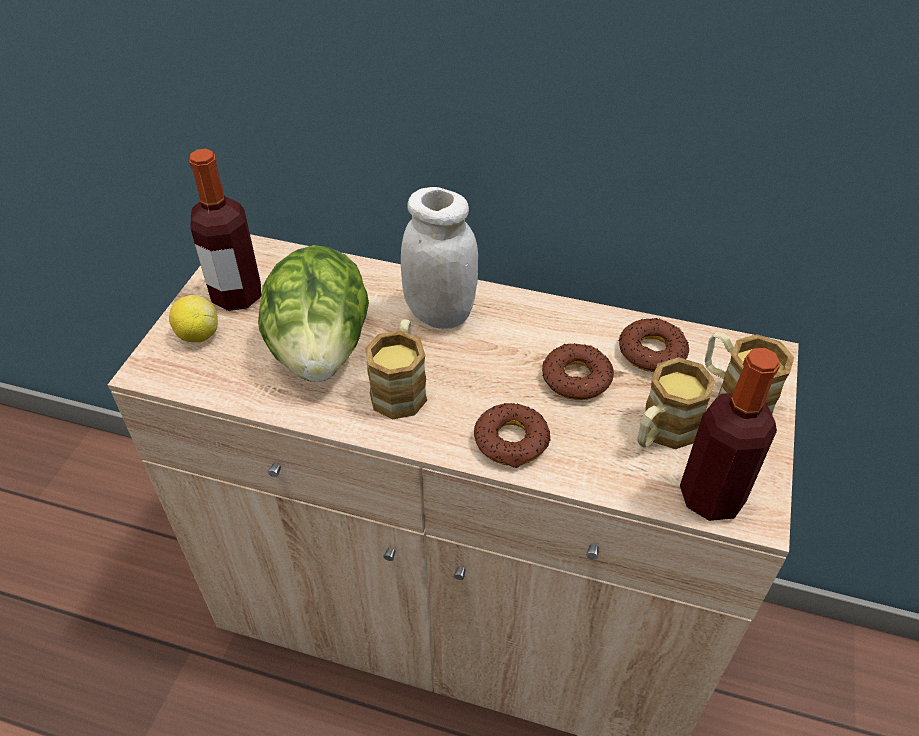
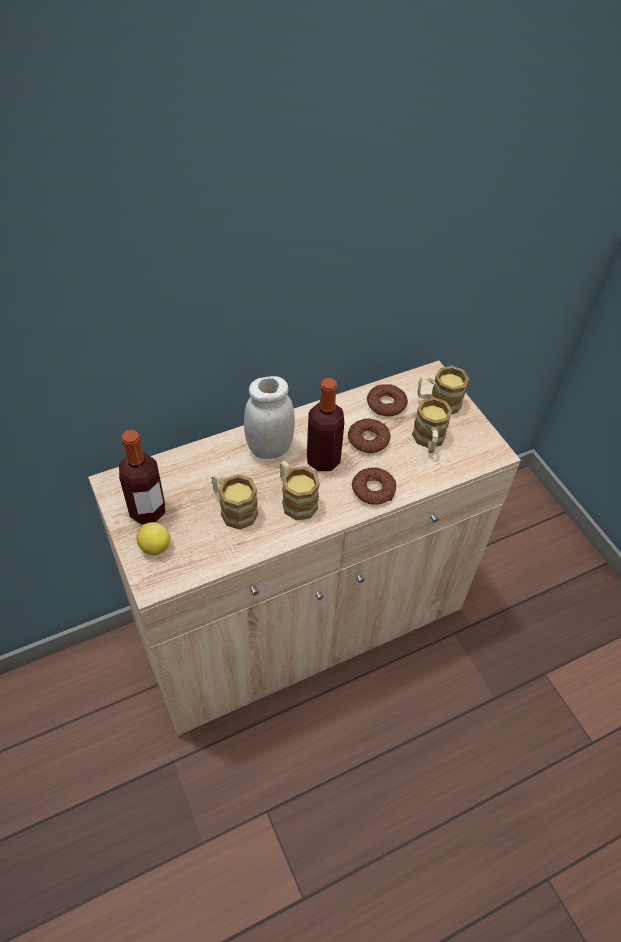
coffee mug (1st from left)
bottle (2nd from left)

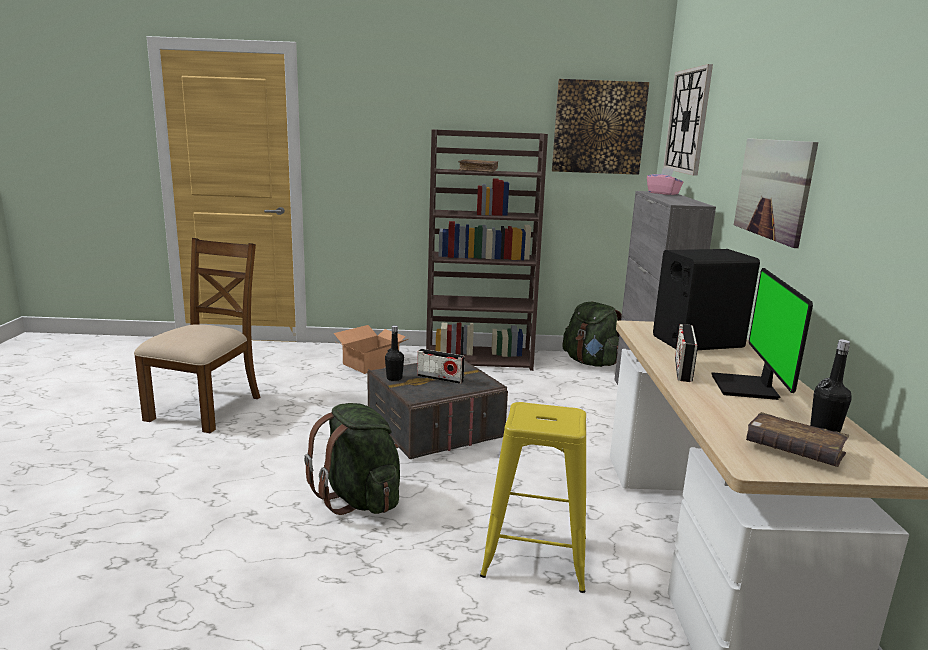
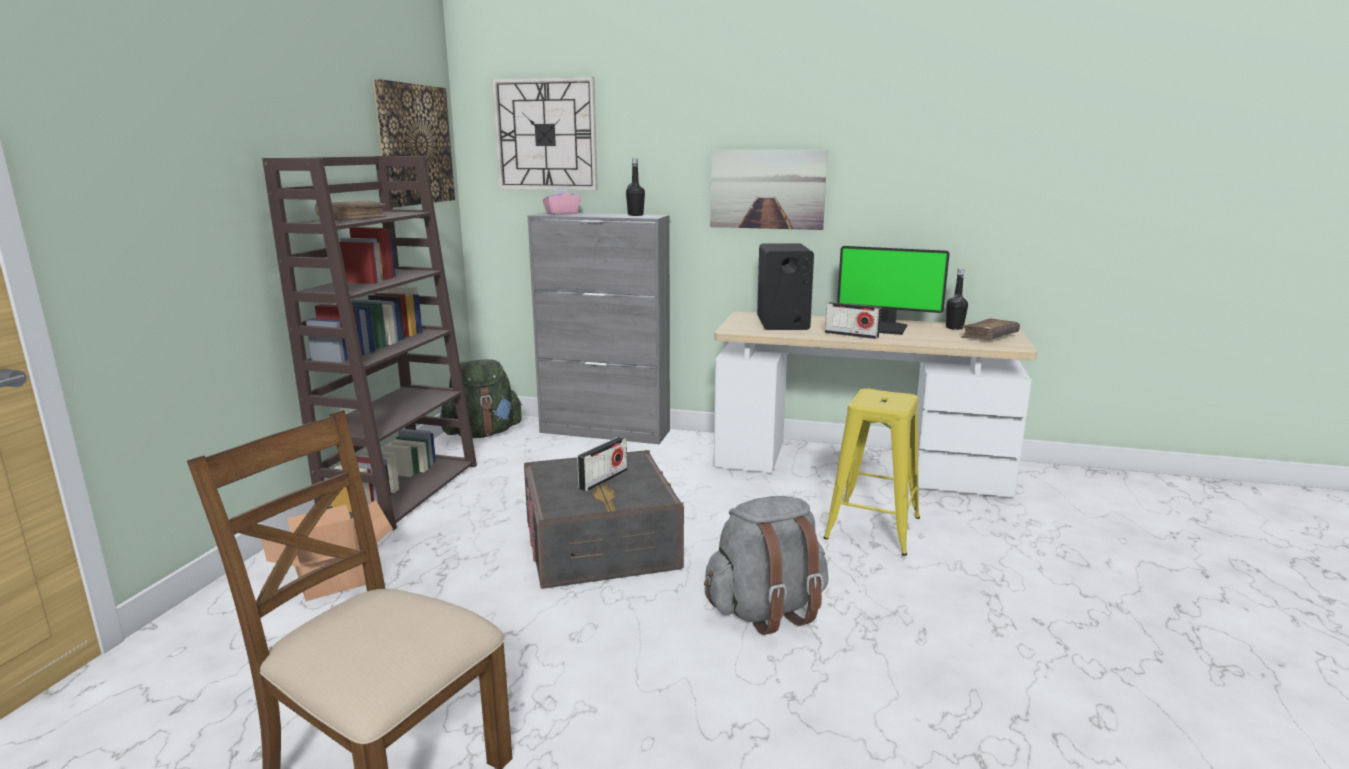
knapsack (gray)
bottle (blackish) (1st from left)

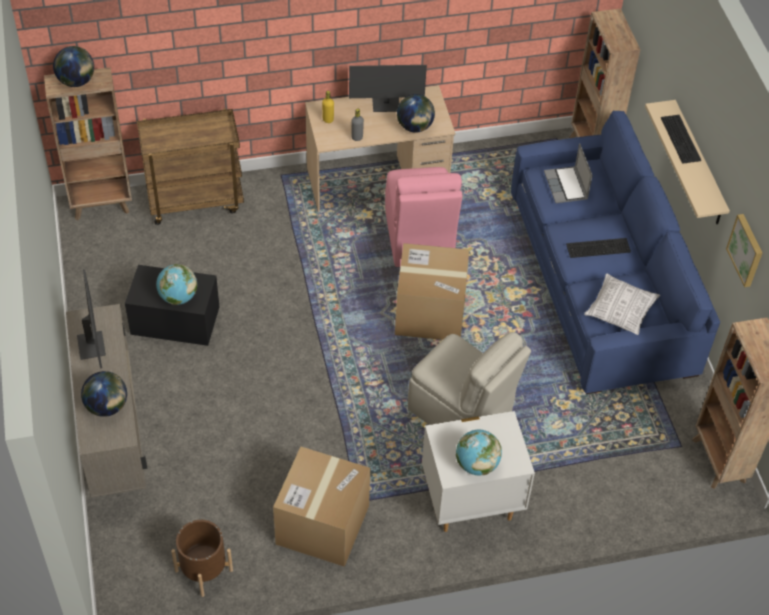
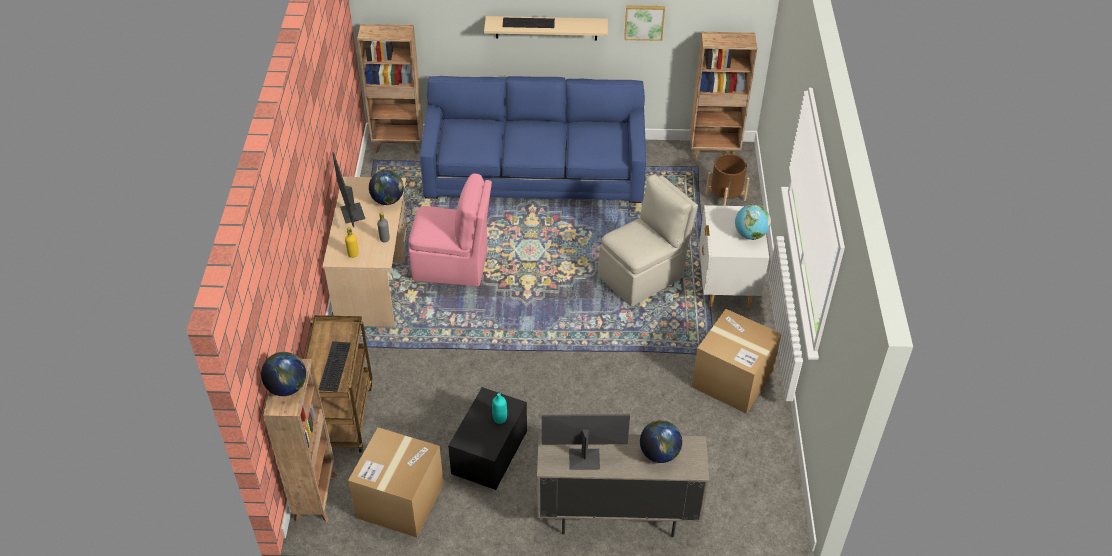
bottle (turquoise)
planter (brown-coloured)
monitor (1st from left)
packing box (1st from left)
notebook computer
keyboard (1st from left)
throw pillow

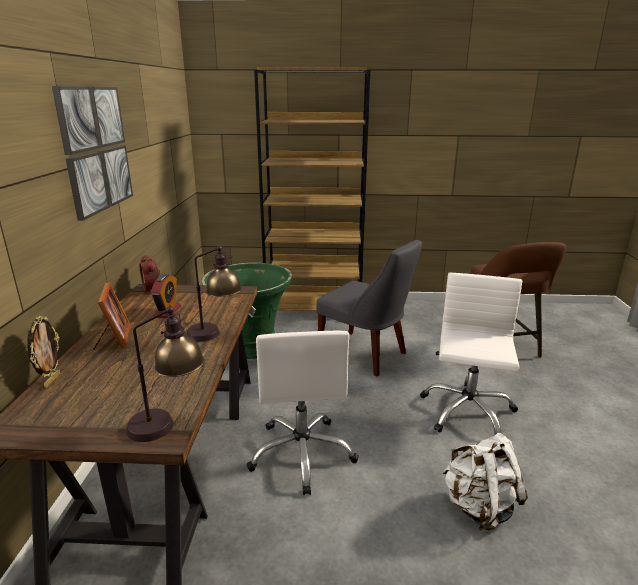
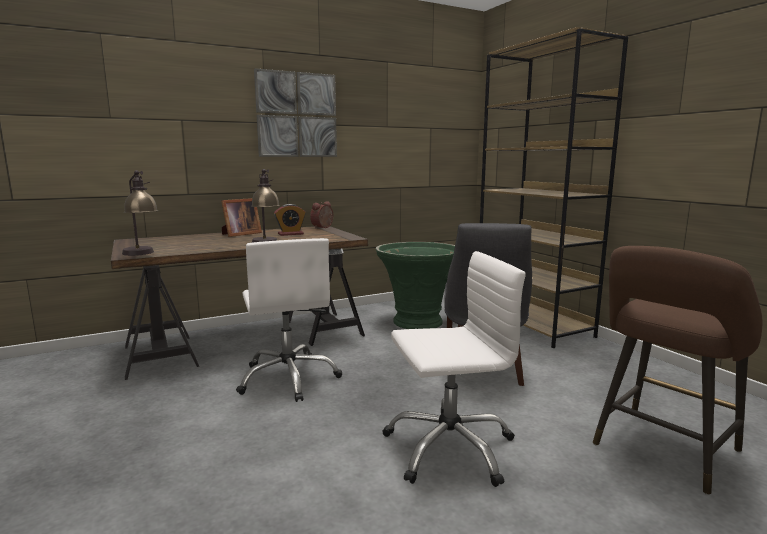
photo frame (1st from left in the first image)
computer chair (white) (1st from left)
knapsack (white)

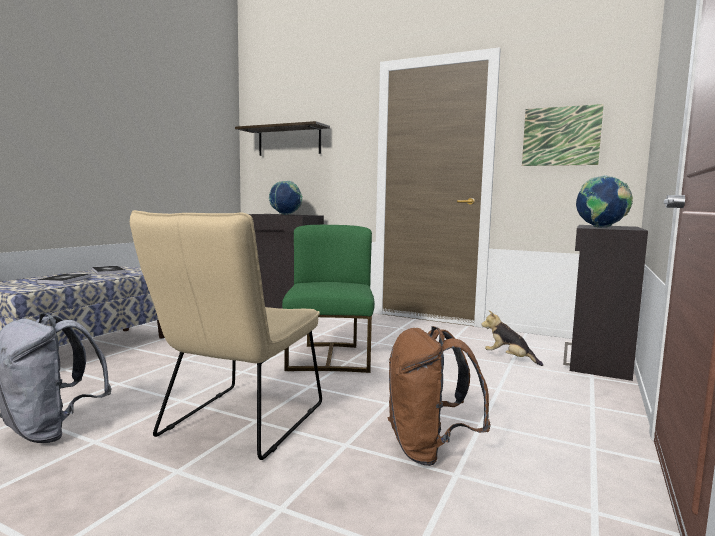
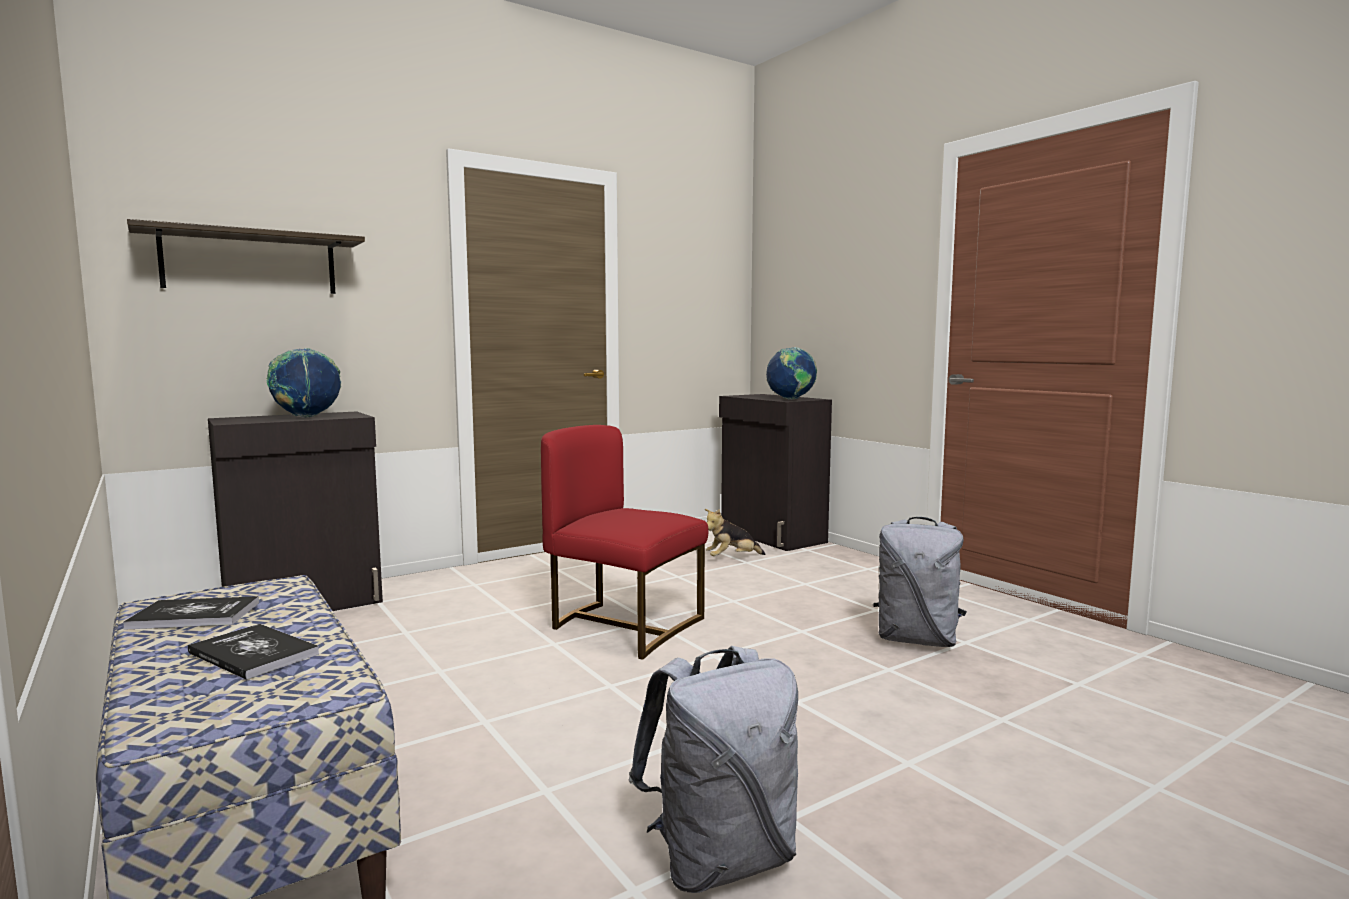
chair (beige-coloured)
chair (reddish)
knapsack (gray) (2nd from left)
picture

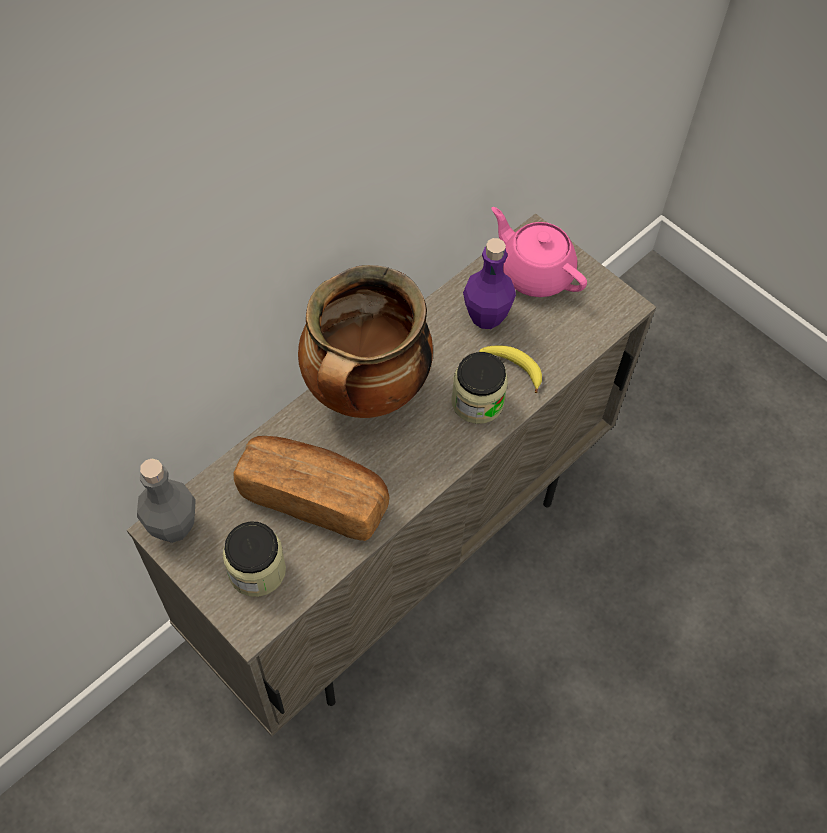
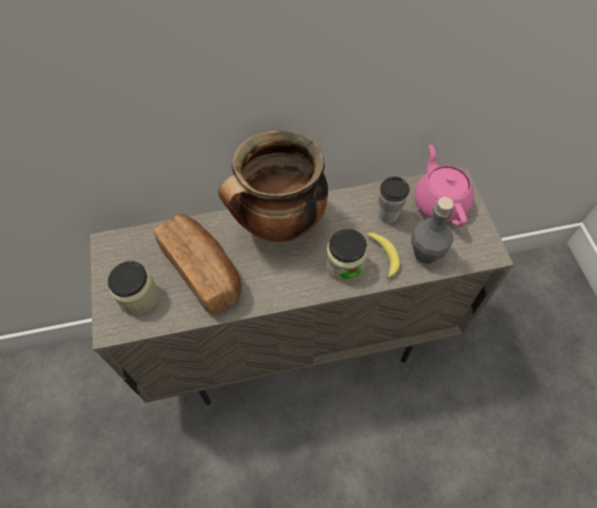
bottle (gray)
cup

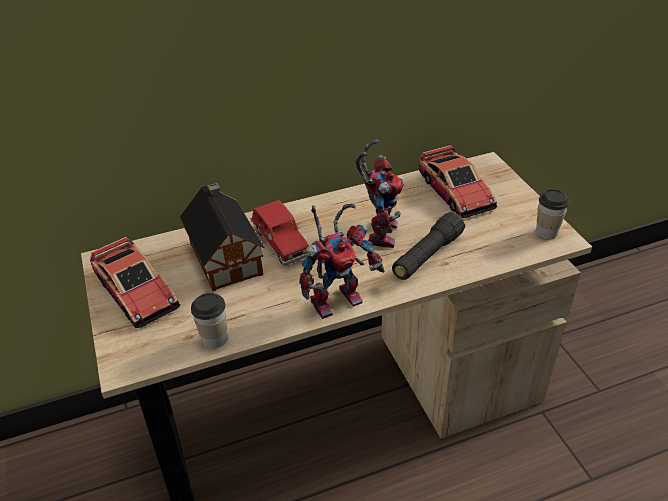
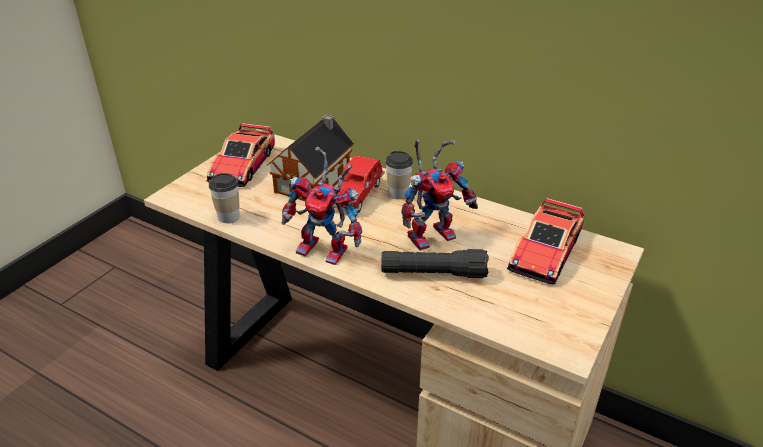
cup (2nd from left)

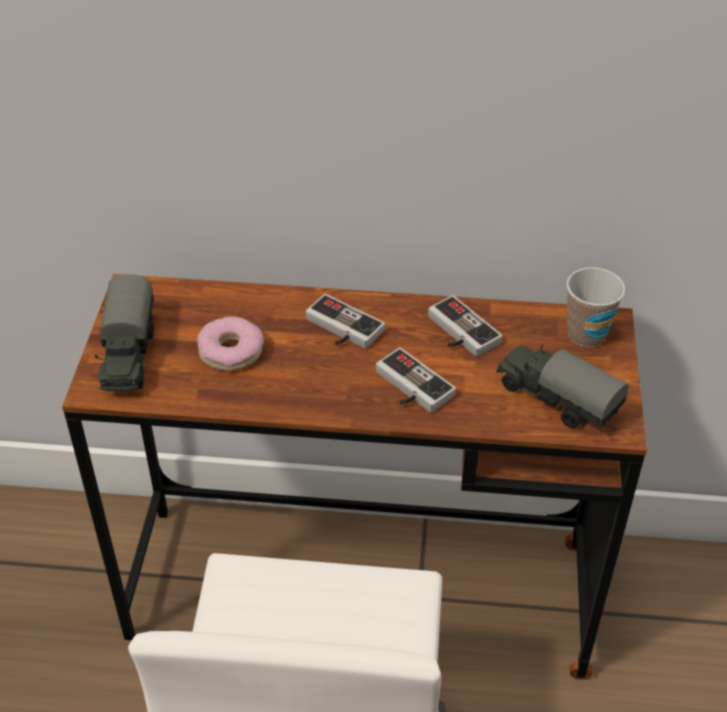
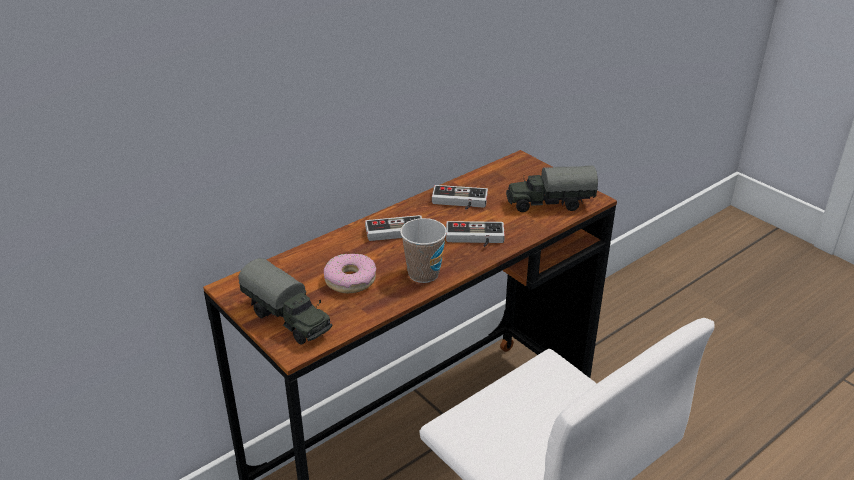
cup

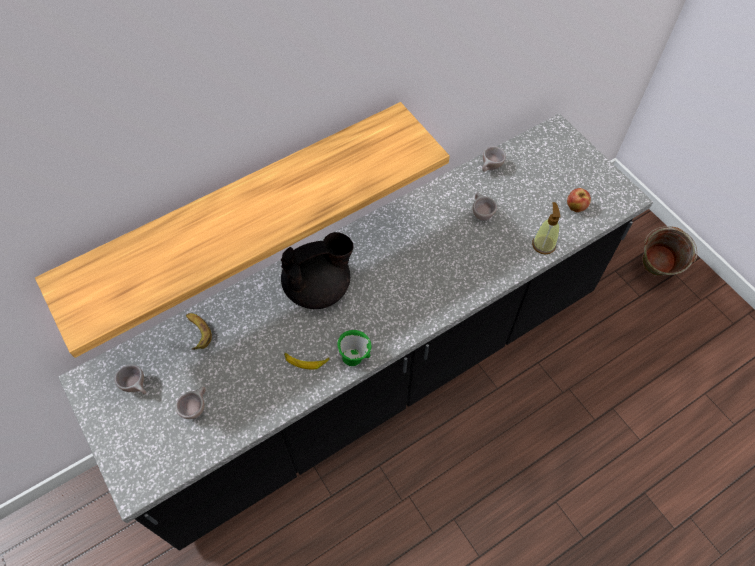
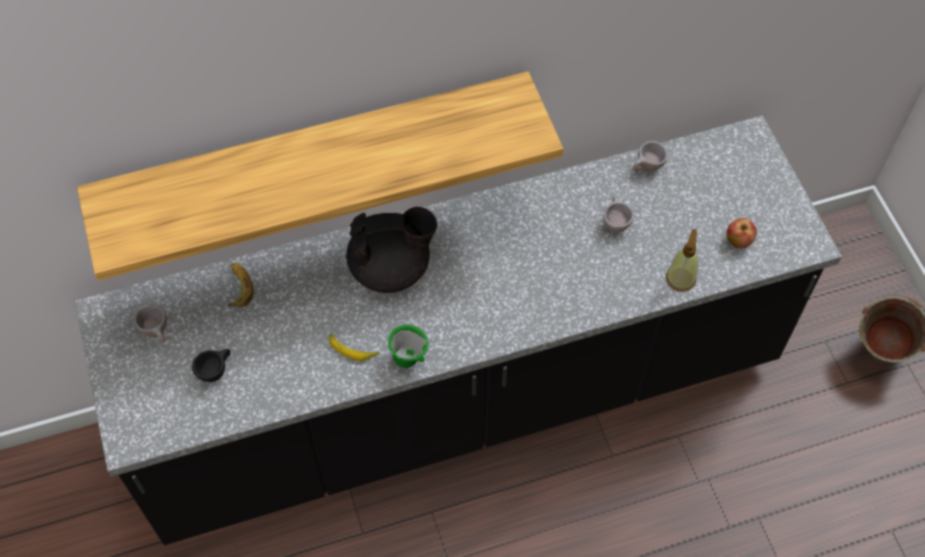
cup (blackish)

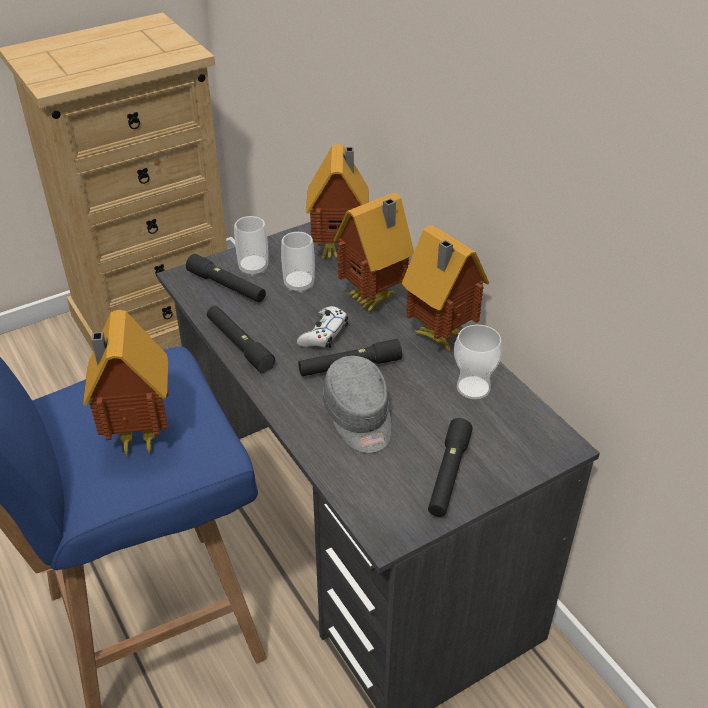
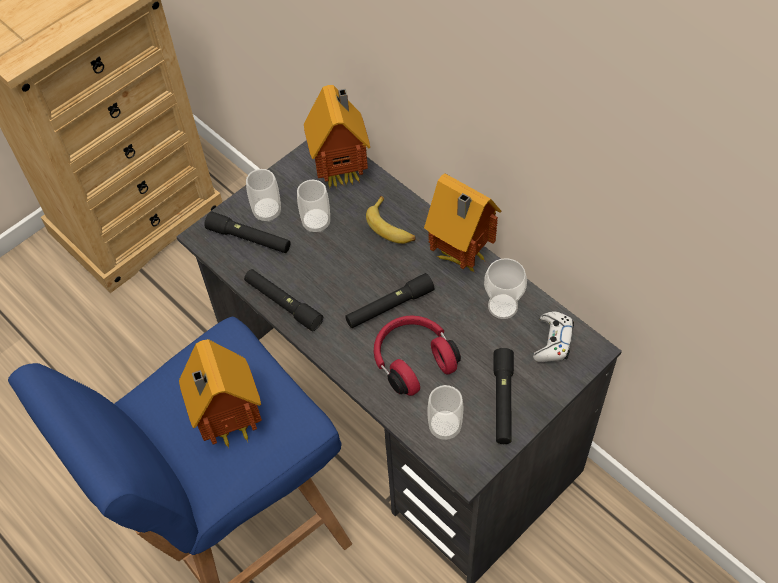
gamepad (white)
headset (reddish)
banana fruit
cup (3rd from left)

